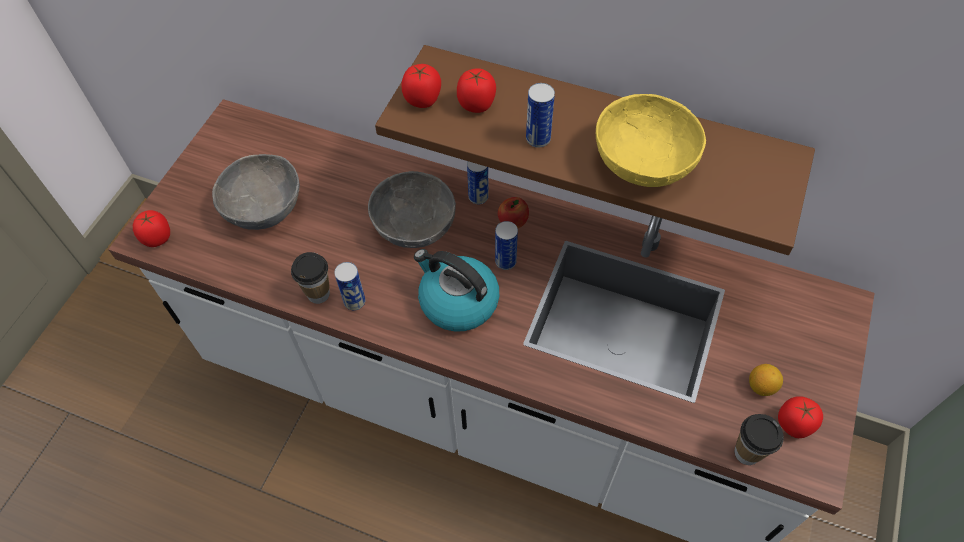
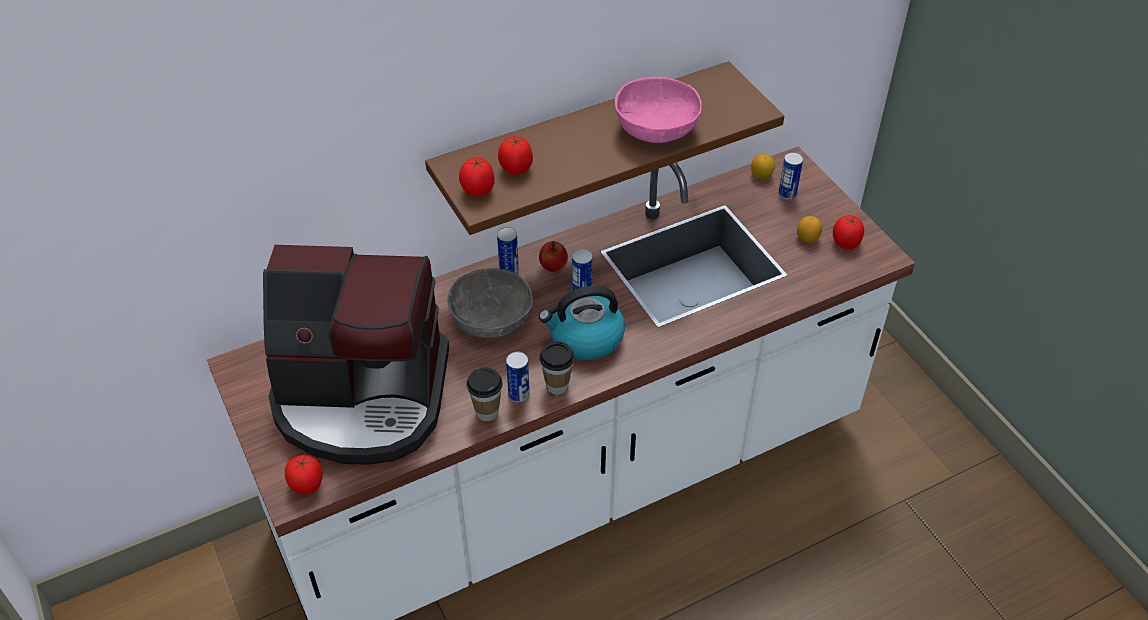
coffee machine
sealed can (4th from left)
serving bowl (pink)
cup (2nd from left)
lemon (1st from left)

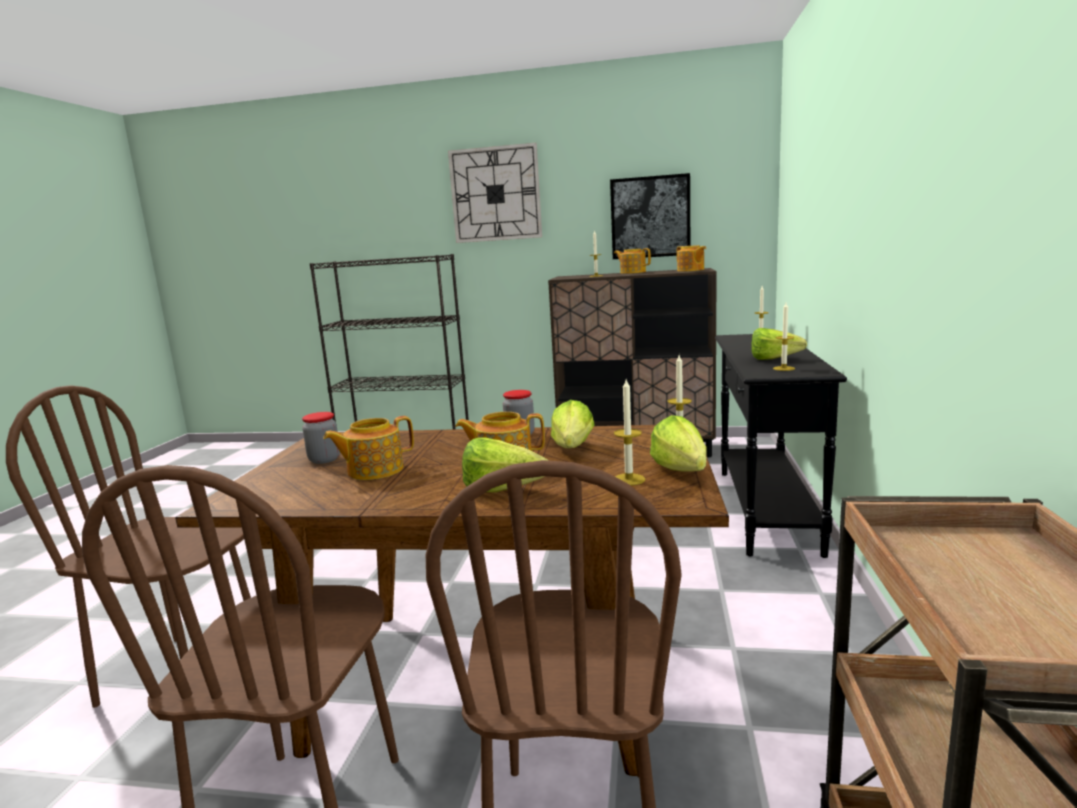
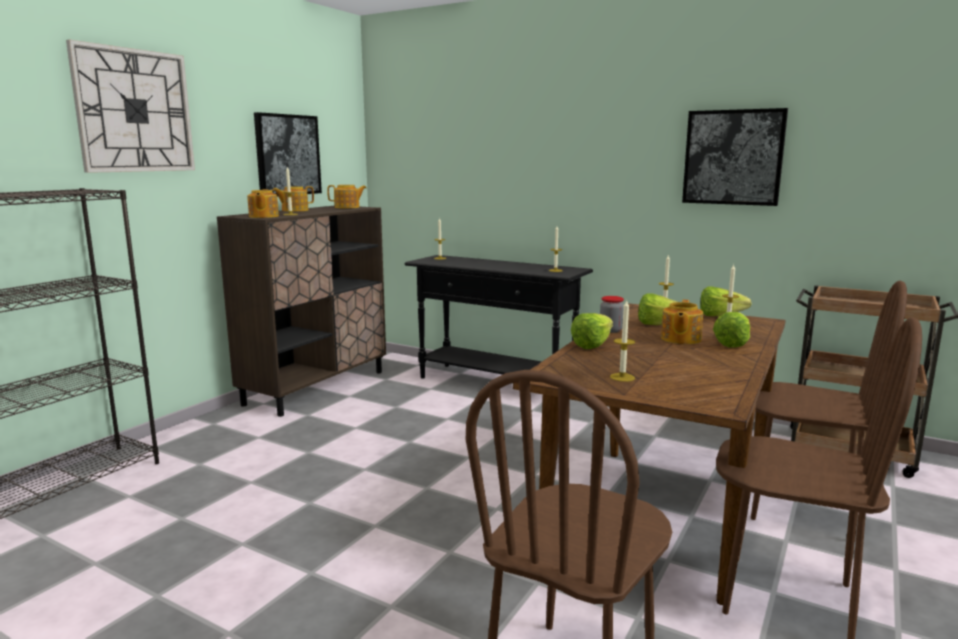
wax light (4th from left)
teapot (1st from left)
lettuce (1st from left)
picture (2nd from left)

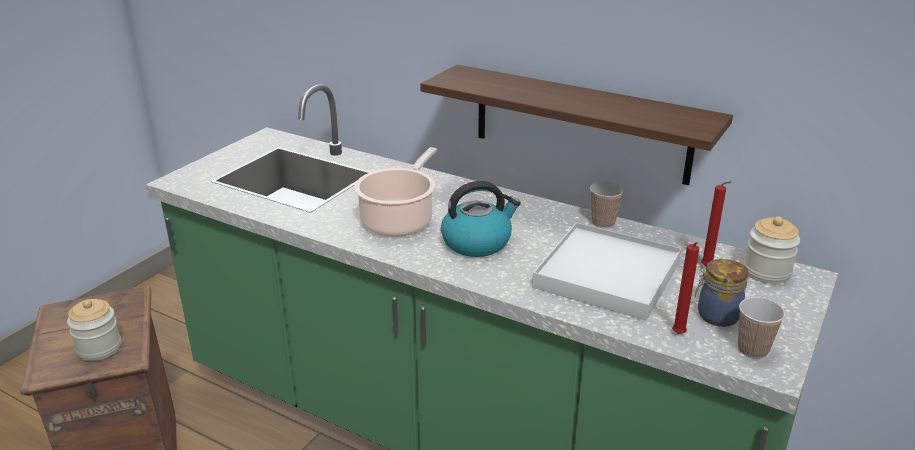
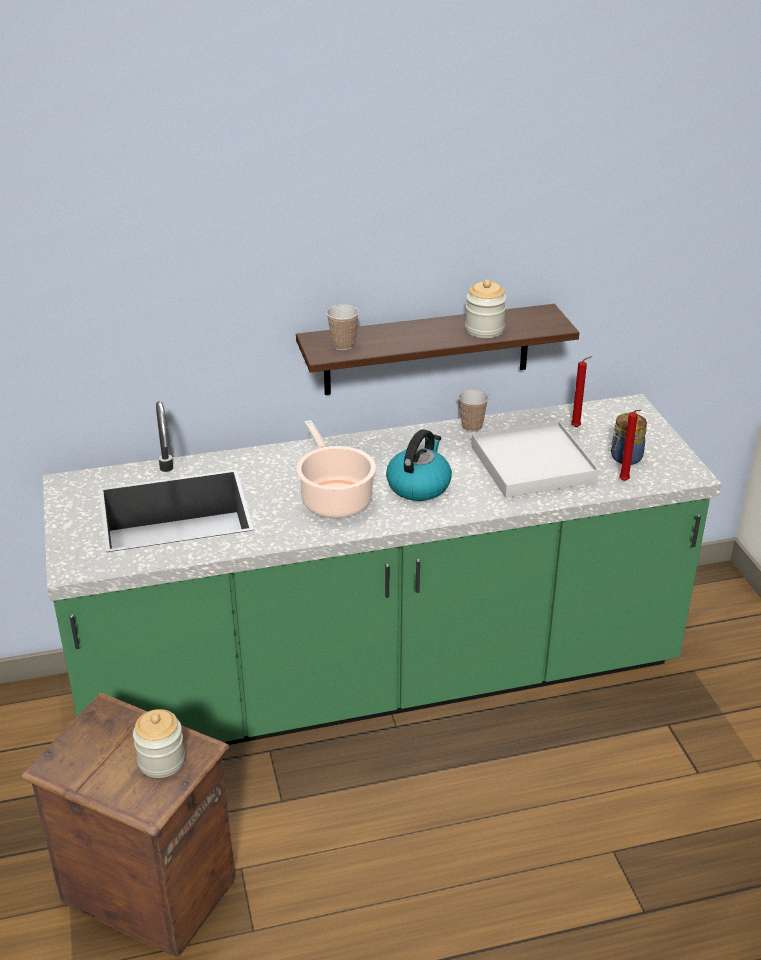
cup (1st from left)
storage jar (2nd from left)

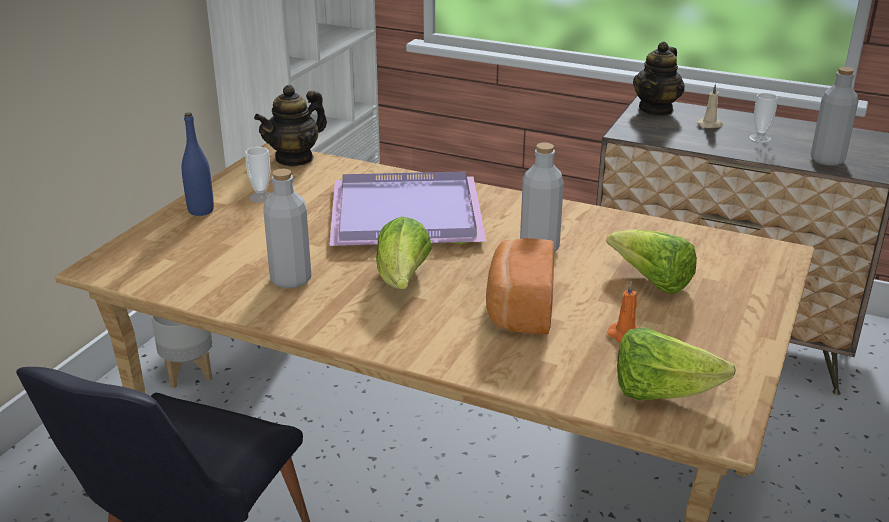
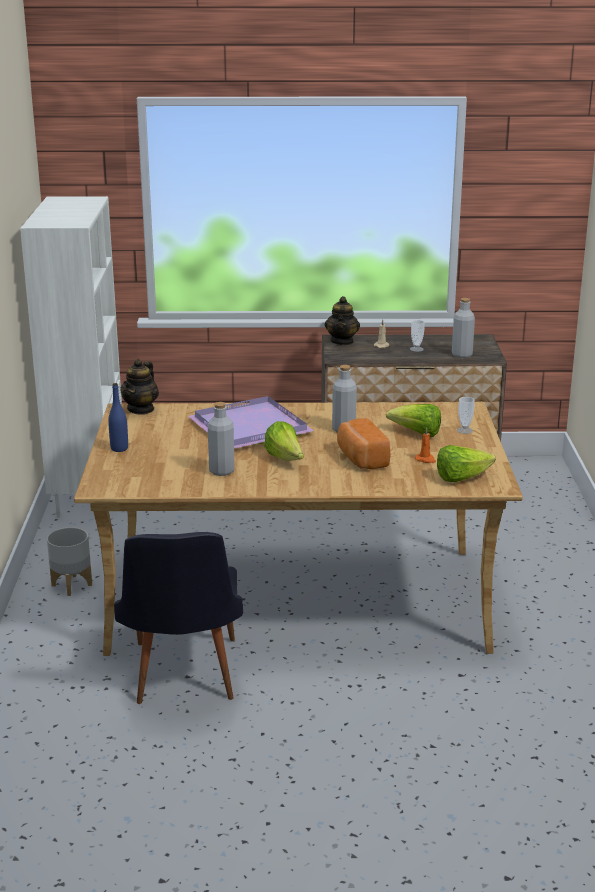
cup (2nd from left)

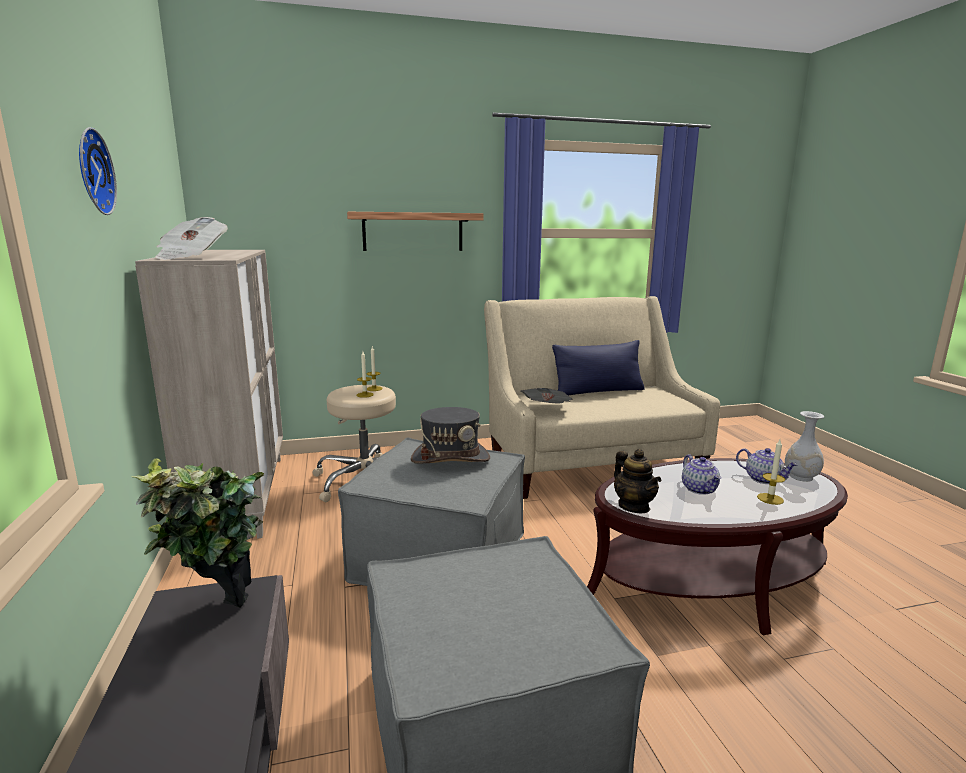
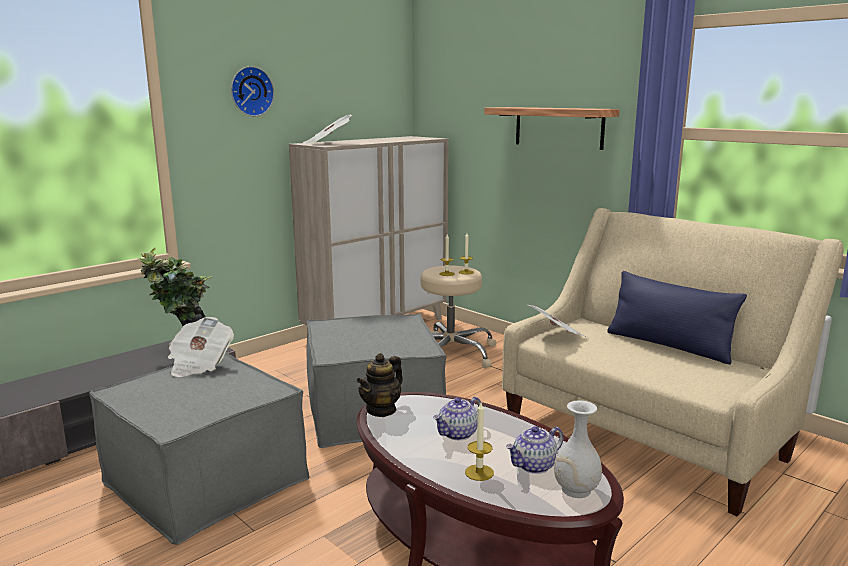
hat (gray)
teapot (3rd from left)
newspaper (1st from left)

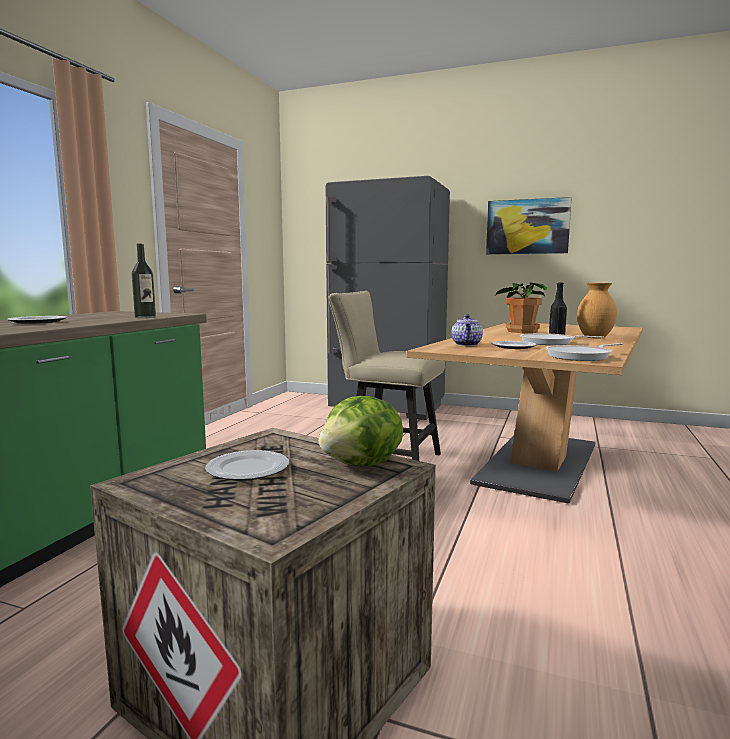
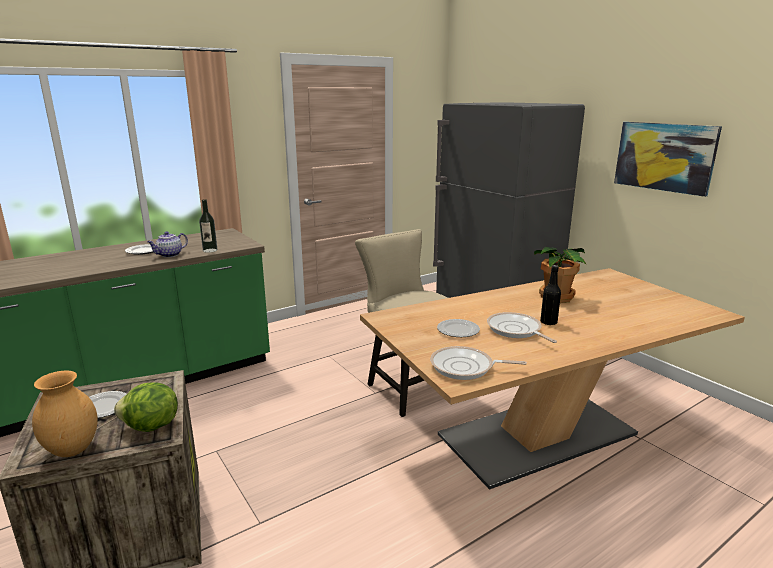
teapot
vase (brown-coloured)

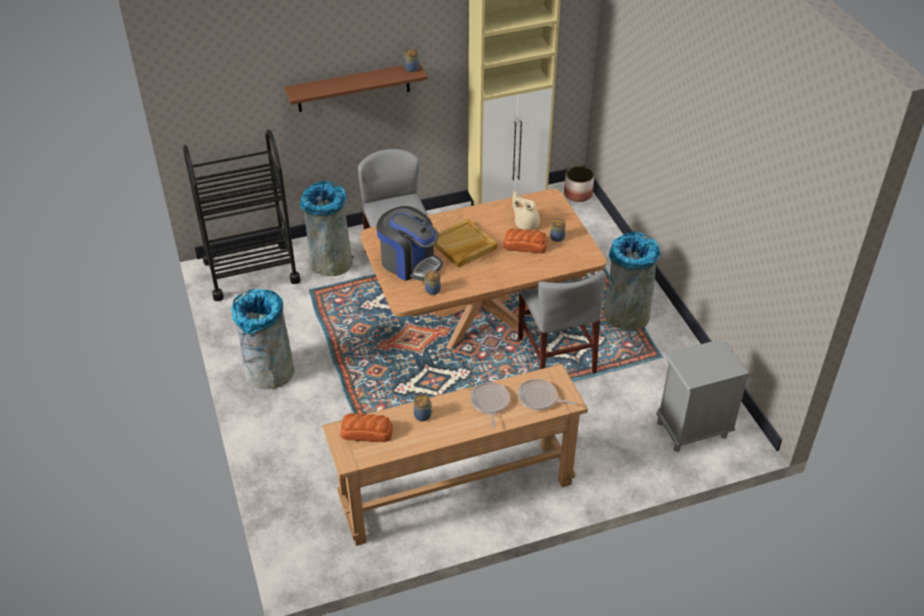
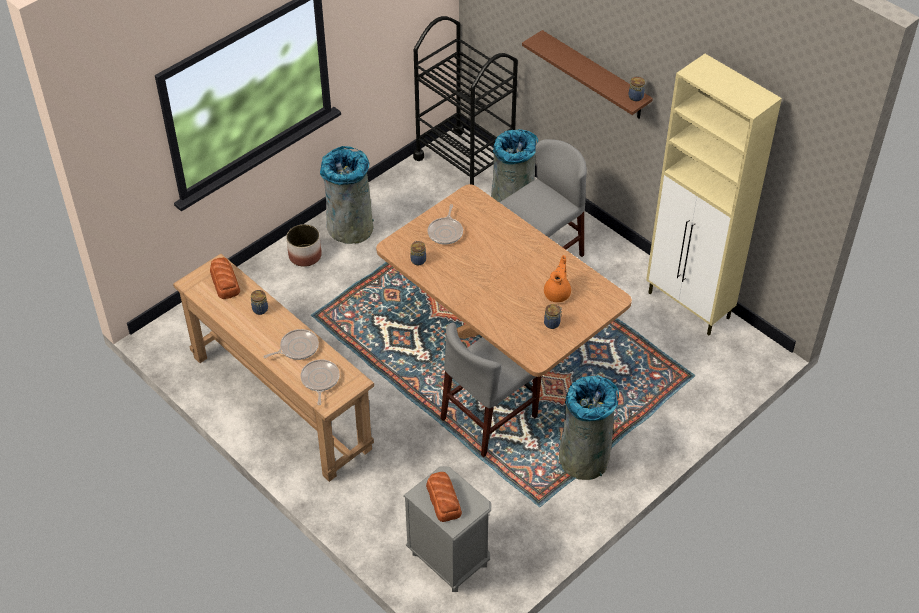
pan (3rd from left)
carrying tray (beige-coloured)
bread (2nd from left)
teapot (orange)
planter

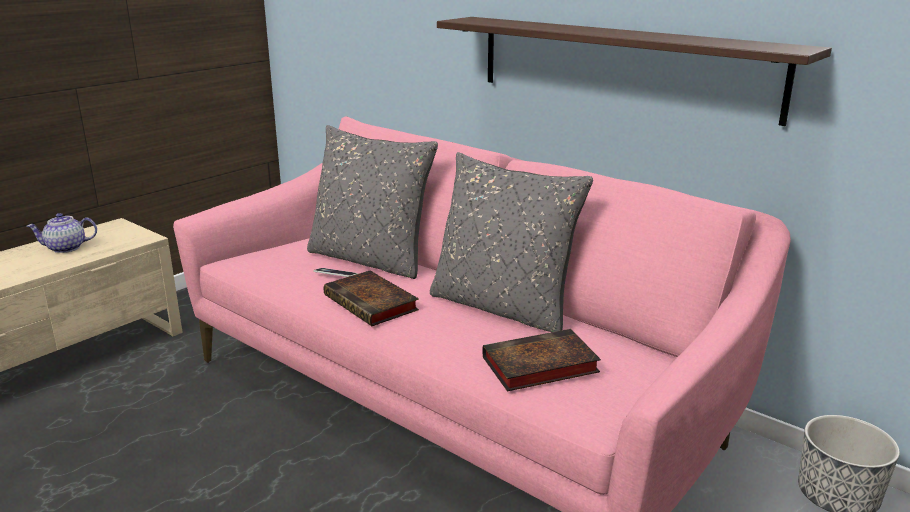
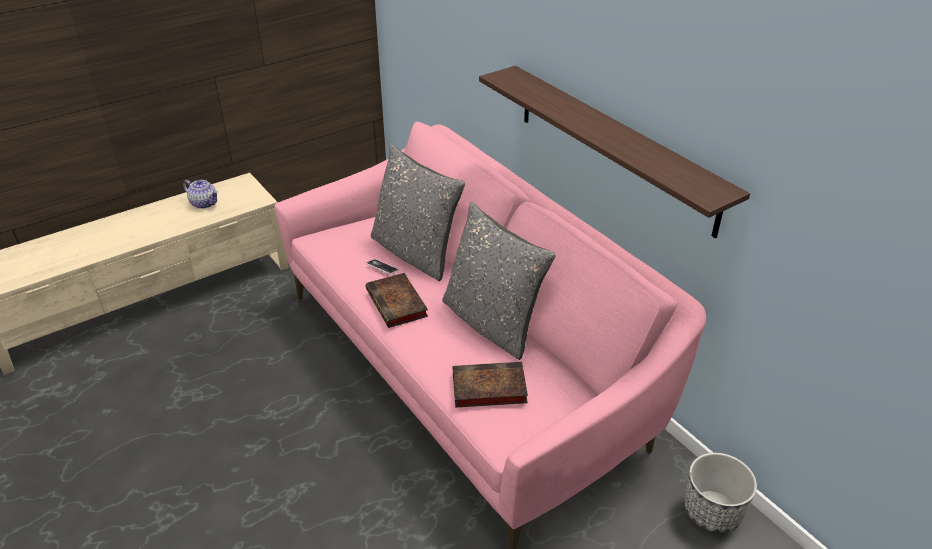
teapot

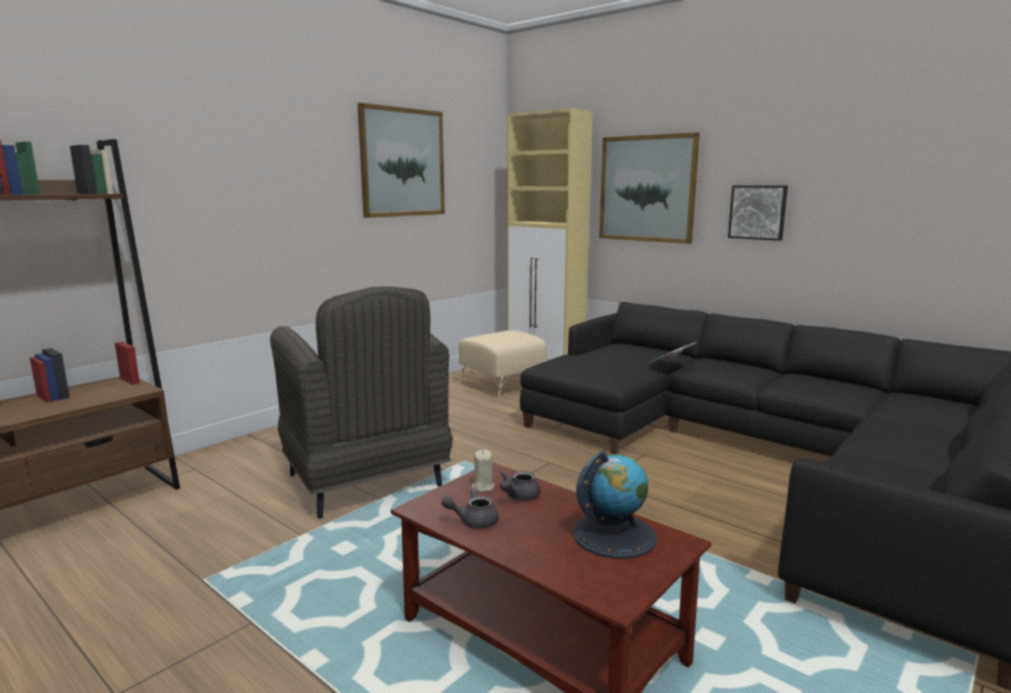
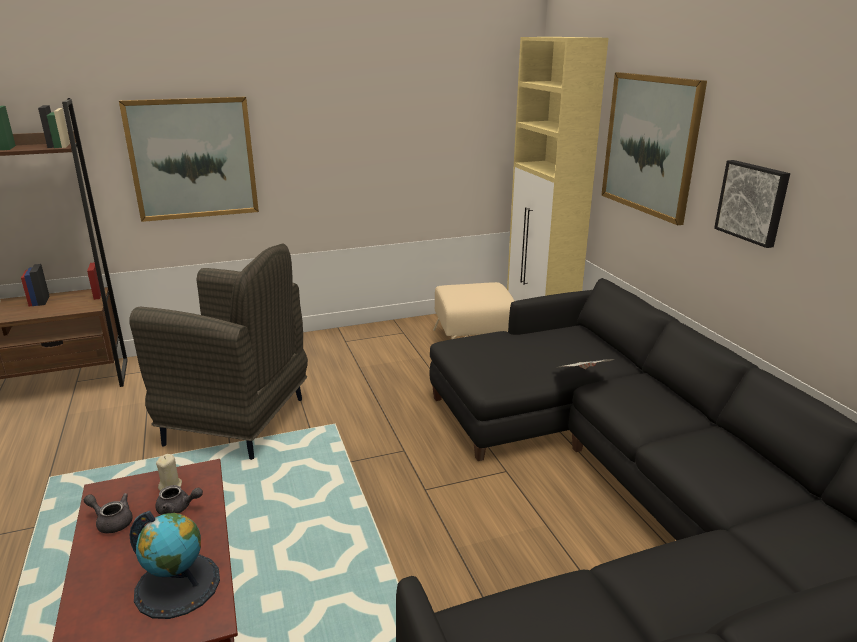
armchair (gray)
picture (1st from left)
teapot (gray) (2nd from left)

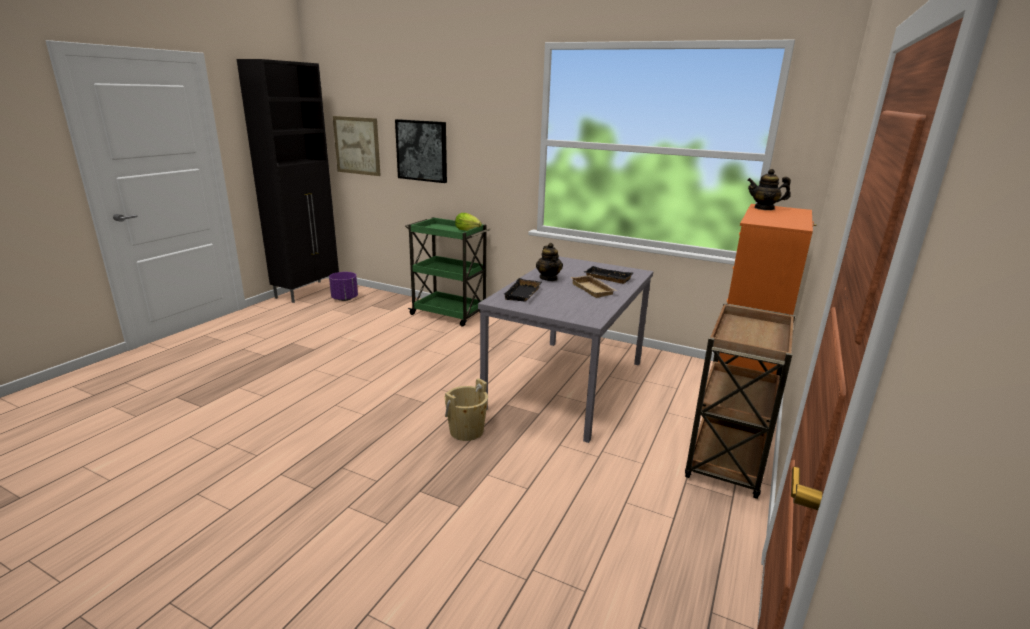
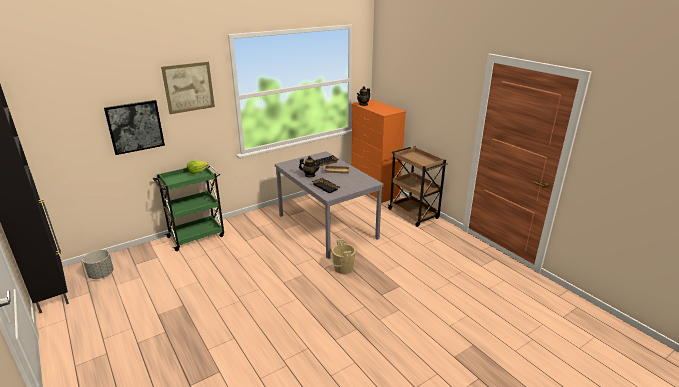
planter (gray)
picture (2nd from left)

